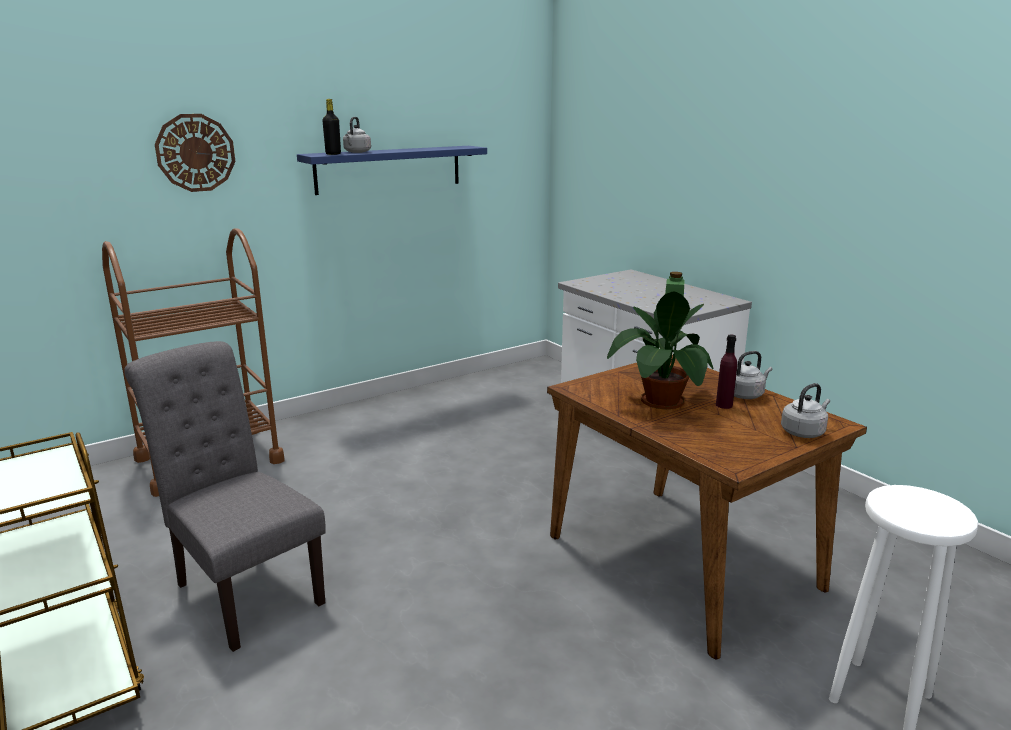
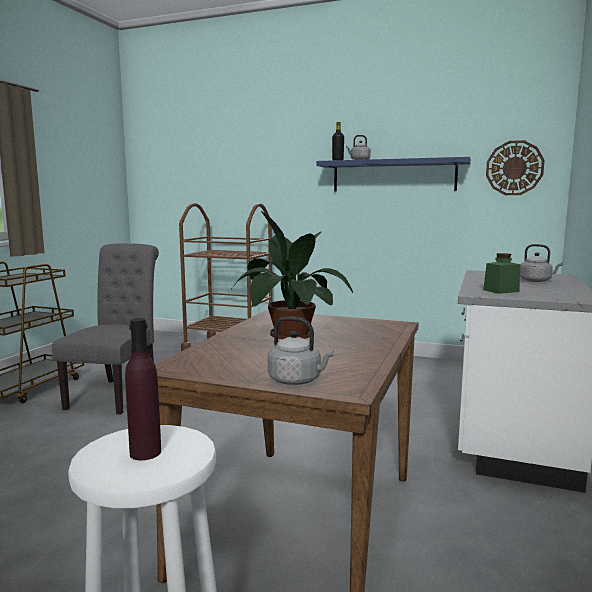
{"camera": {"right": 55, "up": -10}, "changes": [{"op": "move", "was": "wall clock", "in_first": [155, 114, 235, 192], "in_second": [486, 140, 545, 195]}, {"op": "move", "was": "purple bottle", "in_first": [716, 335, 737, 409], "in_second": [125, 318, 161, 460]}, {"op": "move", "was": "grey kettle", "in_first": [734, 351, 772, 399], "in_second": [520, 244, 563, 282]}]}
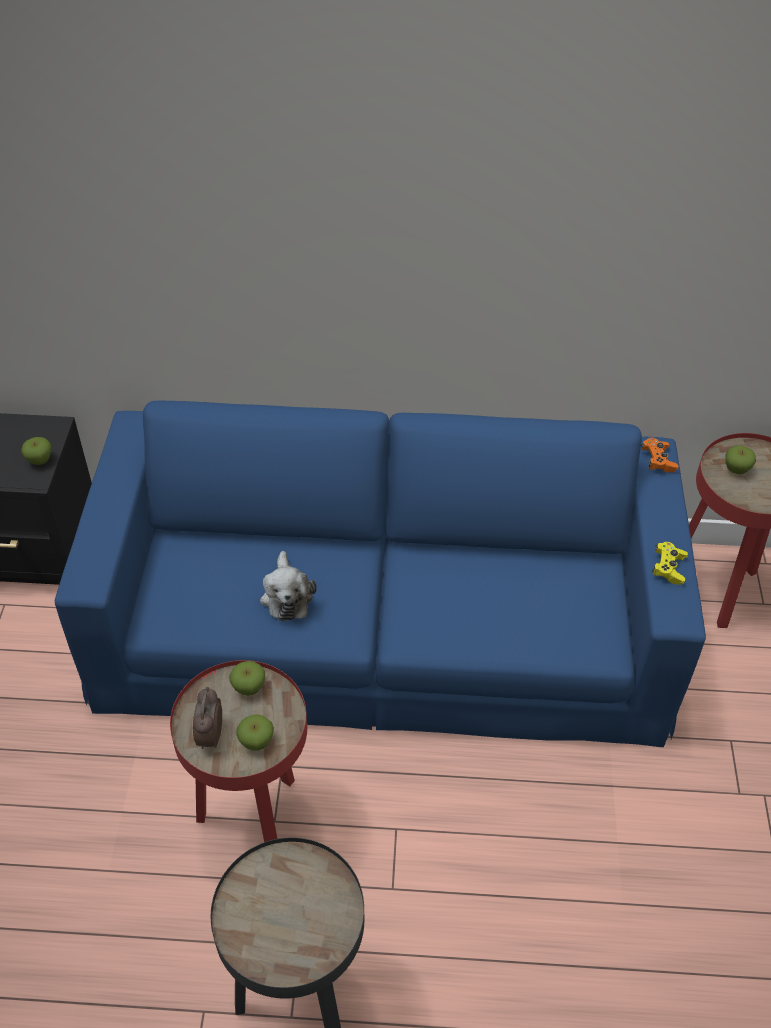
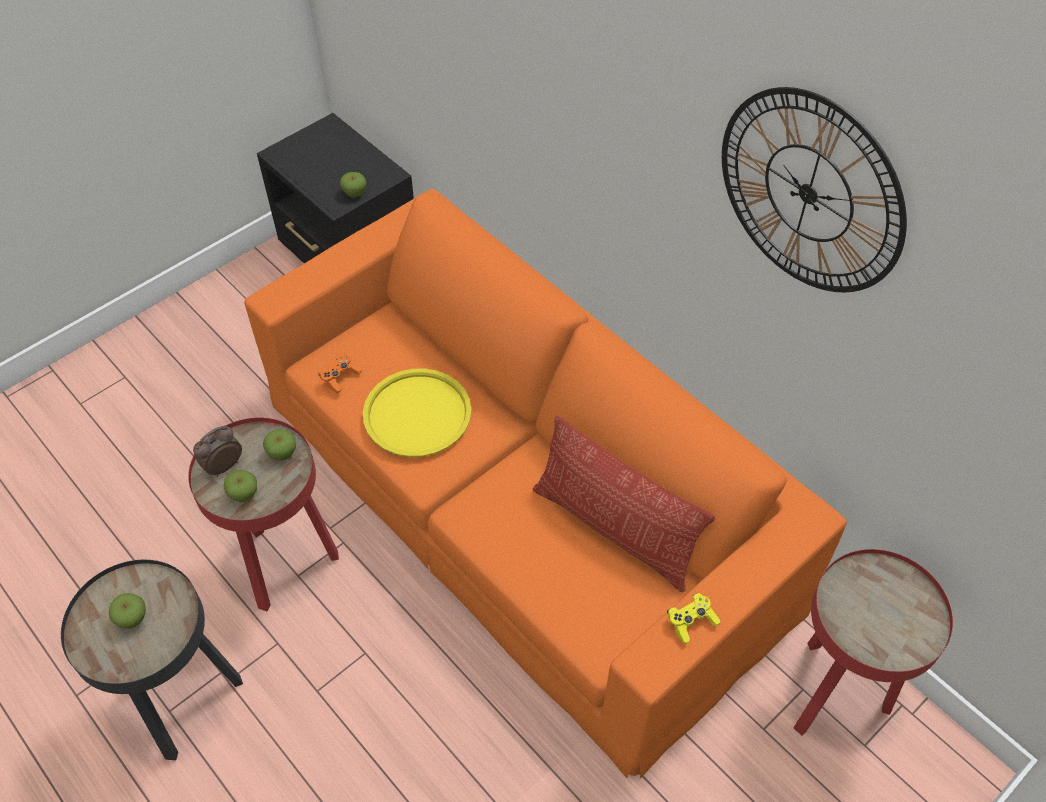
{"camera": {"right": 45, "up": 5}, "changes": [{"op": "recolor", "was": "blue sofa", "now": "orange sofa", "in_first": [55, 400, 706, 747], "in_second": [244, 189, 847, 778]}, {"op": "replace", "was": "plush toy", "now": "yellow tray", "in_first": [260, 551, 317, 621], "in_second": [363, 368, 472, 457]}, {"op": "move", "was": "orange game controller", "in_first": [641, 438, 679, 473], "in_second": [318, 354, 362, 394]}, {"op": "move", "was": "apple", "in_first": [725, 445, 756, 474], "in_second": [109, 593, 146, 628]}, {"op": "insert", "now": "pillow", "in_second": [533, 415, 715, 592]}, {"op": "insert", "now": "wall clock", "in_second": [722, 87, 907, 292]}]}
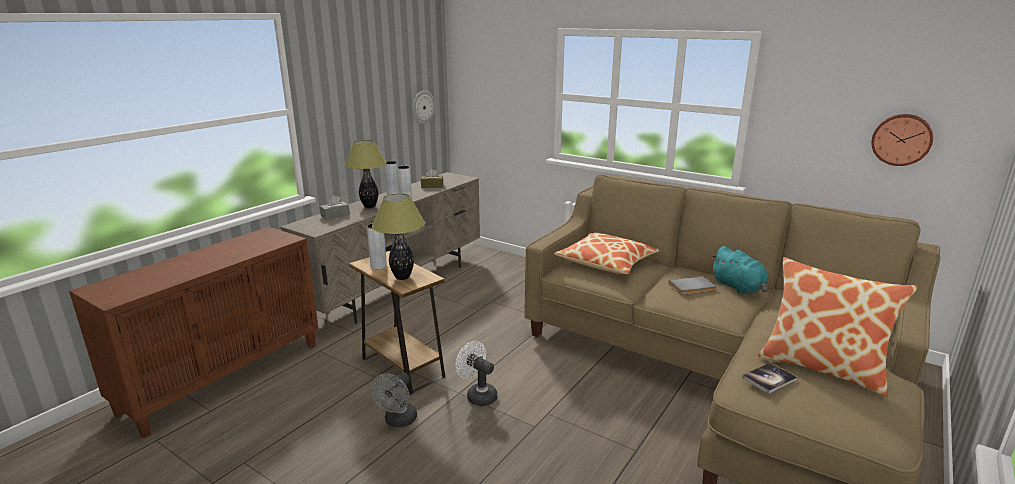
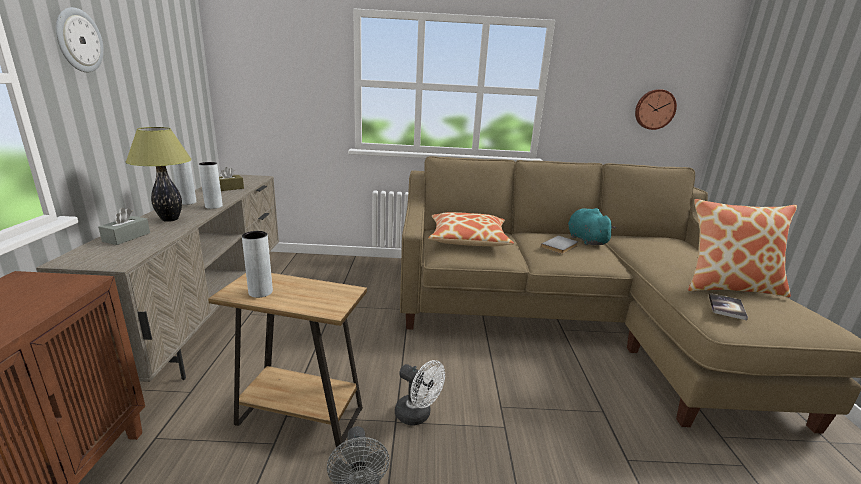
{"camera": {"right": -35, "up": 0}, "changes": [{"op": "delete", "was": "table lamp", "in_first": [372, 193, 425, 280]}, {"op": "move", "was": "wall clock", "in_first": [412, 90, 435, 124], "in_second": [56, 7, 104, 72]}, {"op": "rotate", "was": "white fan", "in_first": [455, 341, 498, 406], "in_second": [395, 360, 445, 425], "clockwise": -150}, {"op": "rotate", "was": "turquoise plush toy", "in_first": [711, 246, 768, 294], "in_second": [568, 208, 616, 245], "clockwise": -135}]}
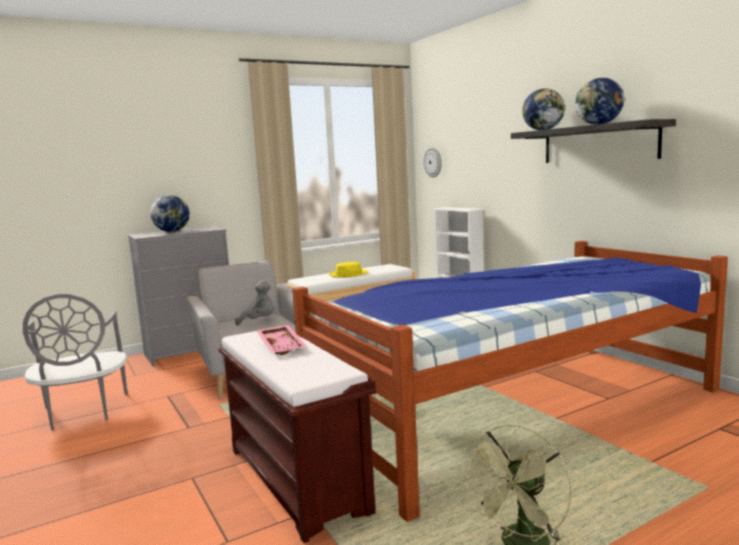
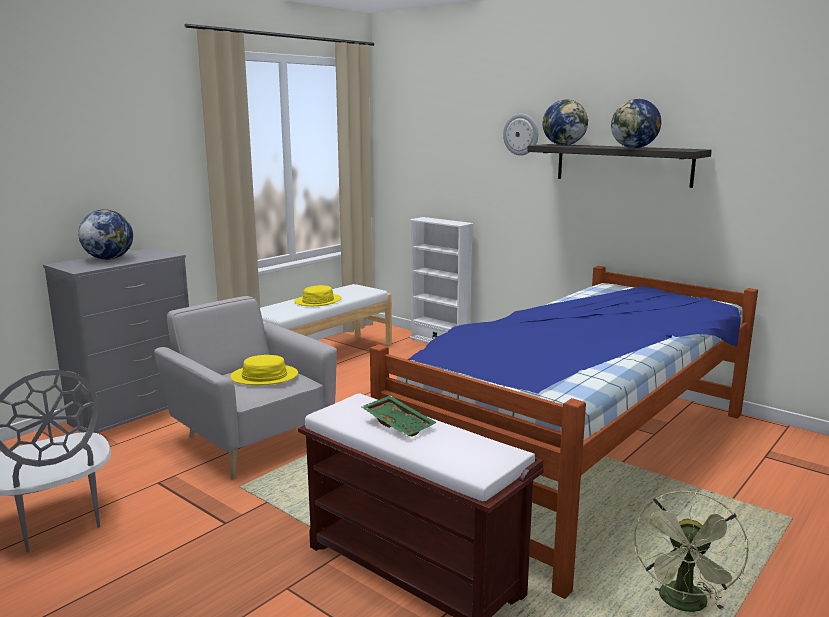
{"camera": {"right": -20, "up": 5}, "changes": [{"op": "replace", "was": "grey plush toy", "now": "yellow hat", "in_first": [235, 280, 274, 326], "in_second": [230, 355, 298, 385]}, {"op": "recolor", "was": "pink tray", "now": "green tray", "in_first": [256, 325, 307, 355], "in_second": [361, 395, 437, 437]}, {"op": "move", "was": "wall clock", "in_first": [423, 147, 442, 178], "in_second": [503, 114, 538, 156]}]}
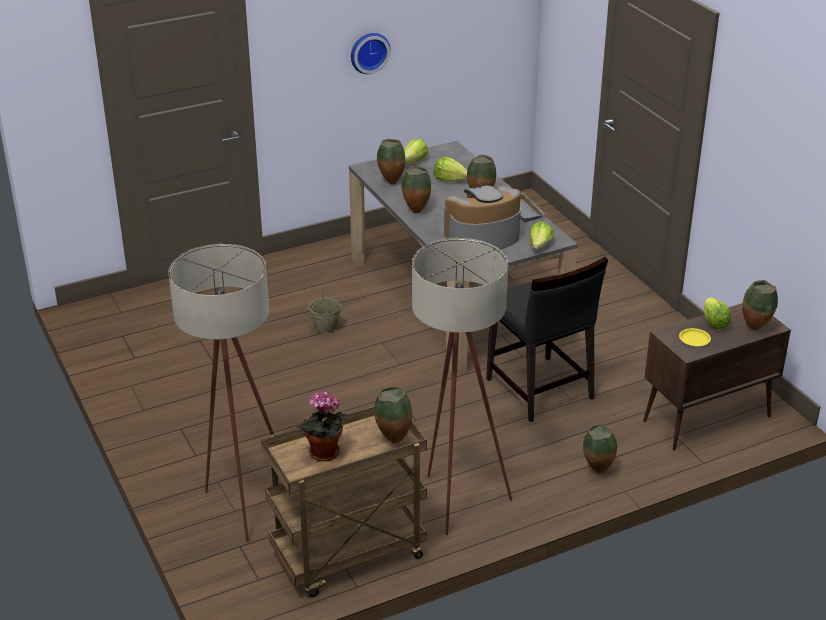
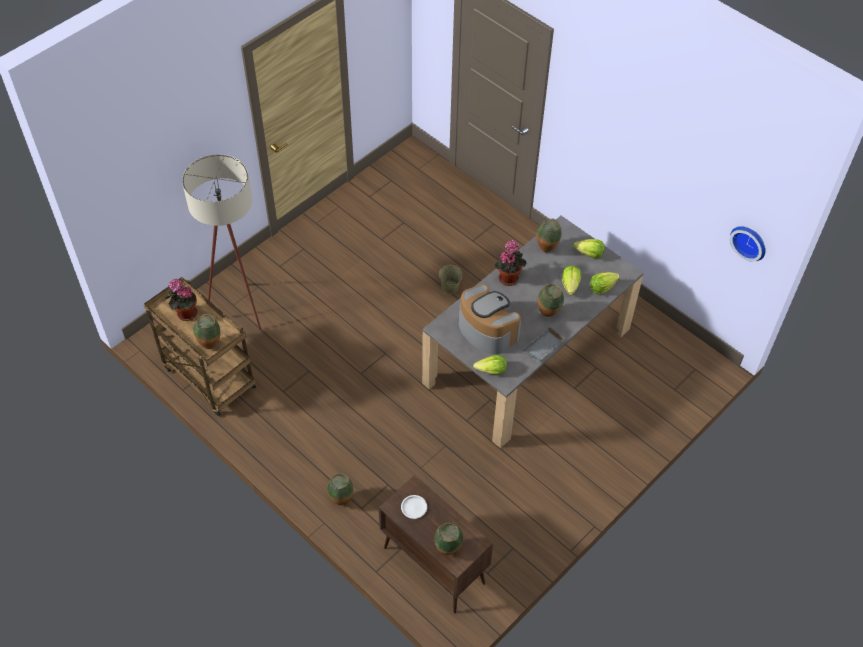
{"camera": {"right": 70, "up": 20}, "changes": [{"op": "move", "was": "wall clock", "in_first": [351, 33, 390, 74], "in_second": [730, 226, 766, 262]}, {"op": "replace", "was": "vase", "now": "potted plant", "in_first": [402, 166, 431, 213], "in_second": [494, 240, 526, 286]}, {"op": "delete", "was": "beige floor lamp", "in_first": [412, 238, 512, 535]}, {"op": "delete", "was": "black chair", "in_first": [486, 257, 608, 422]}, {"op": "recolor", "was": "yellow plate", "now": "white plate", "in_first": [679, 328, 711, 346], "in_second": [401, 495, 427, 519]}, {"op": "move", "was": "lettuce", "in_first": [704, 297, 731, 329], "in_second": [590, 272, 620, 294]}]}
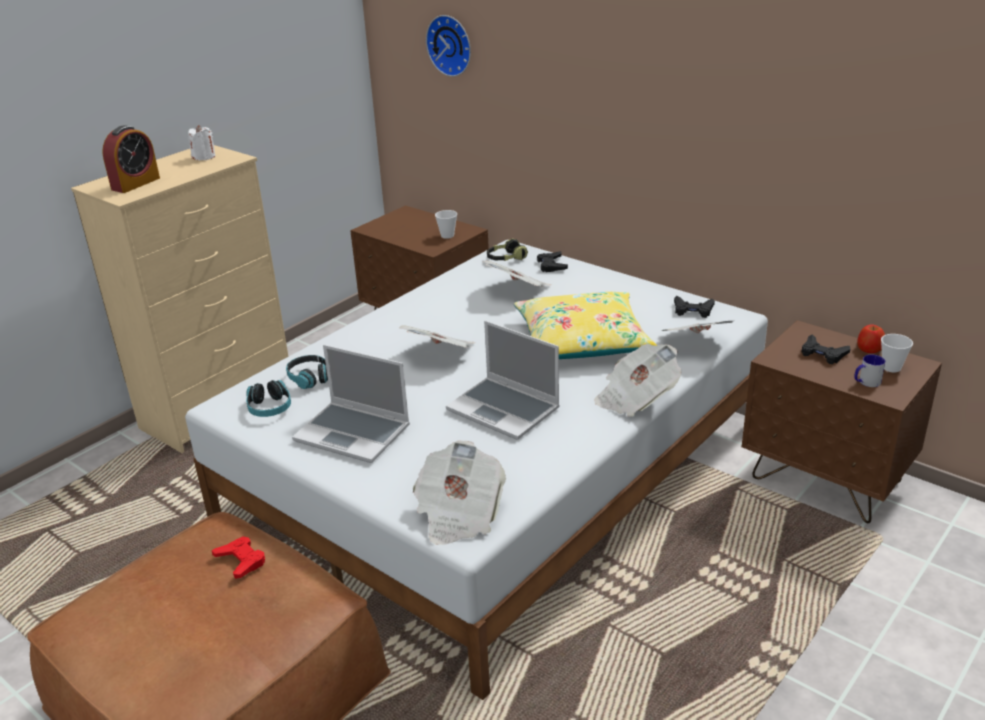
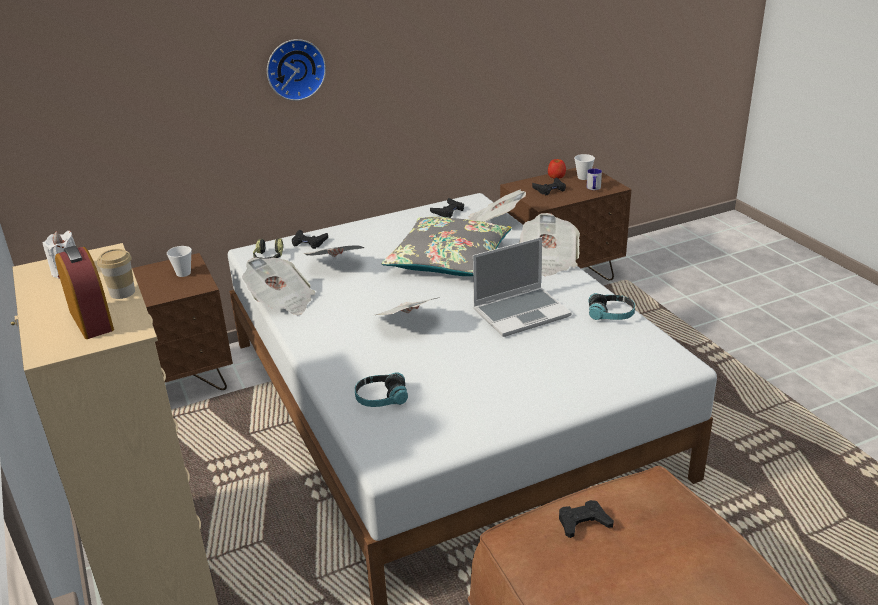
{"camera": {"right": -65, "up": 0}, "changes": [{"op": "recolor", "was": "red game controller", "now": "black game controller", "in_first": [212, 536, 265, 579], "in_second": [559, 500, 614, 538]}, {"op": "move", "was": "headphones", "in_first": [246, 380, 291, 417], "in_second": [588, 293, 635, 320]}, {"op": "delete", "was": "laptop", "in_first": [292, 345, 410, 463]}, {"op": "move", "was": "newspaper", "in_first": [413, 441, 506, 545], "in_second": [242, 257, 315, 315]}, {"op": "move", "was": "wall clock", "in_first": [426, 15, 471, 77], "in_second": [267, 39, 326, 101]}, {"op": "recolor", "was": "yellow pillow", "now": "grey pillow", "in_first": [514, 292, 657, 359], "in_second": [381, 217, 511, 276]}, {"op": "insert", "now": "cup", "in_second": [97, 249, 135, 299]}]}
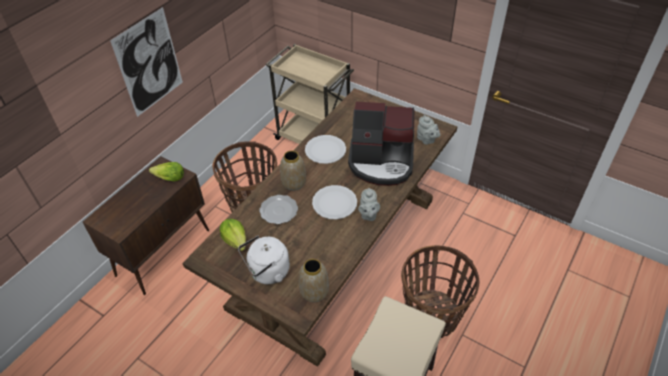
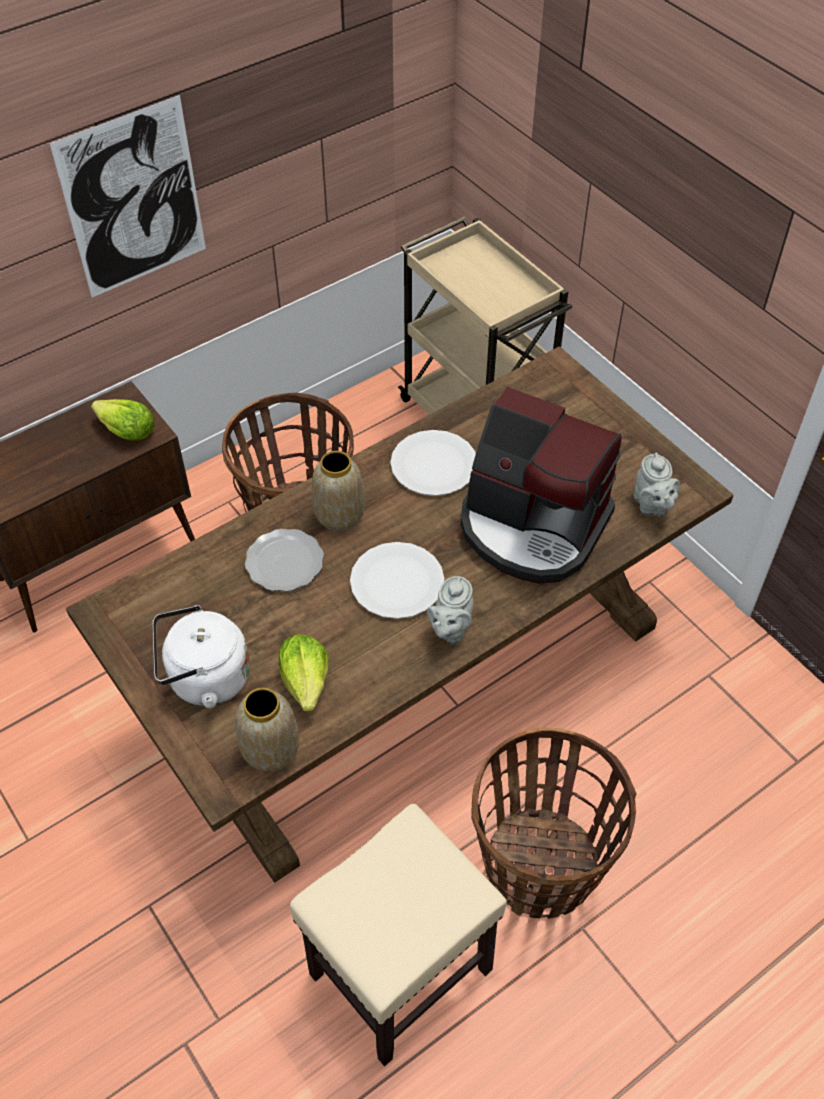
{"camera": {"right": 20, "up": 5}, "changes": [{"op": "move", "was": "lettuce", "in_first": [220, 219, 246, 251], "in_second": [279, 634, 328, 712]}]}
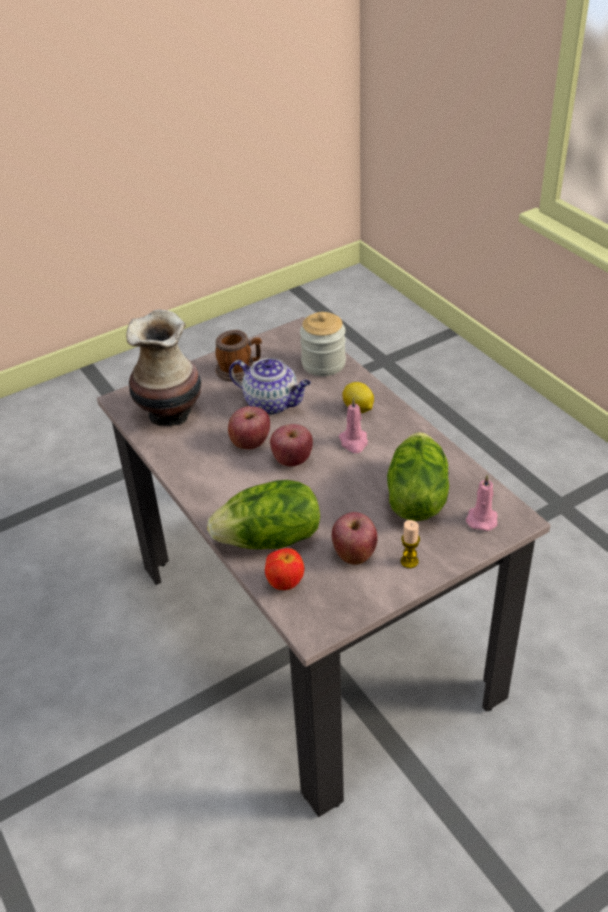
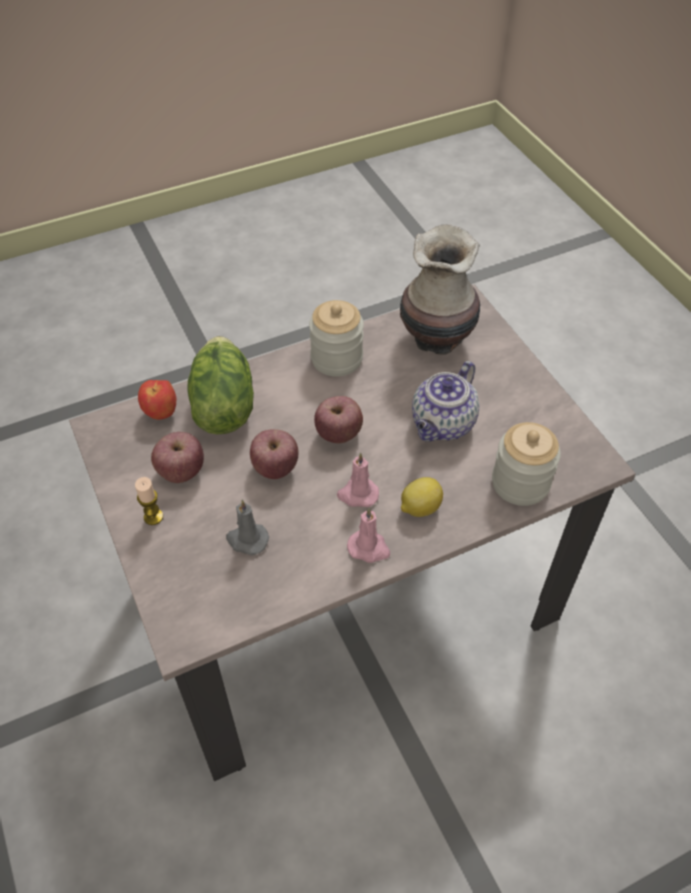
{"camera": {"right": 95, "up": 10}, "changes": [{"op": "delete", "was": "mug", "in_first": [215, 330, 262, 382]}, {"op": "move", "was": "apple", "in_first": [228, 406, 270, 449], "in_second": [250, 429, 298, 479]}, {"op": "replace", "was": "lettuce", "now": "grey candle", "in_first": [387, 432, 449, 521], "in_second": [226, 500, 269, 555]}, {"op": "move", "was": "pink candle", "in_first": [466, 474, 498, 531], "in_second": [347, 508, 390, 563]}, {"op": "insert", "now": "jar", "in_second": [309, 300, 364, 376]}]}
